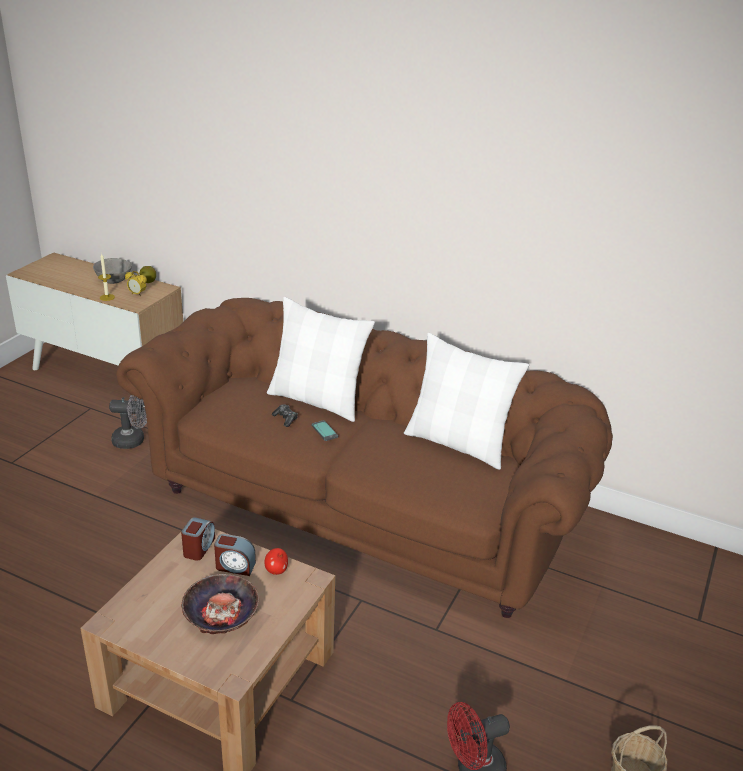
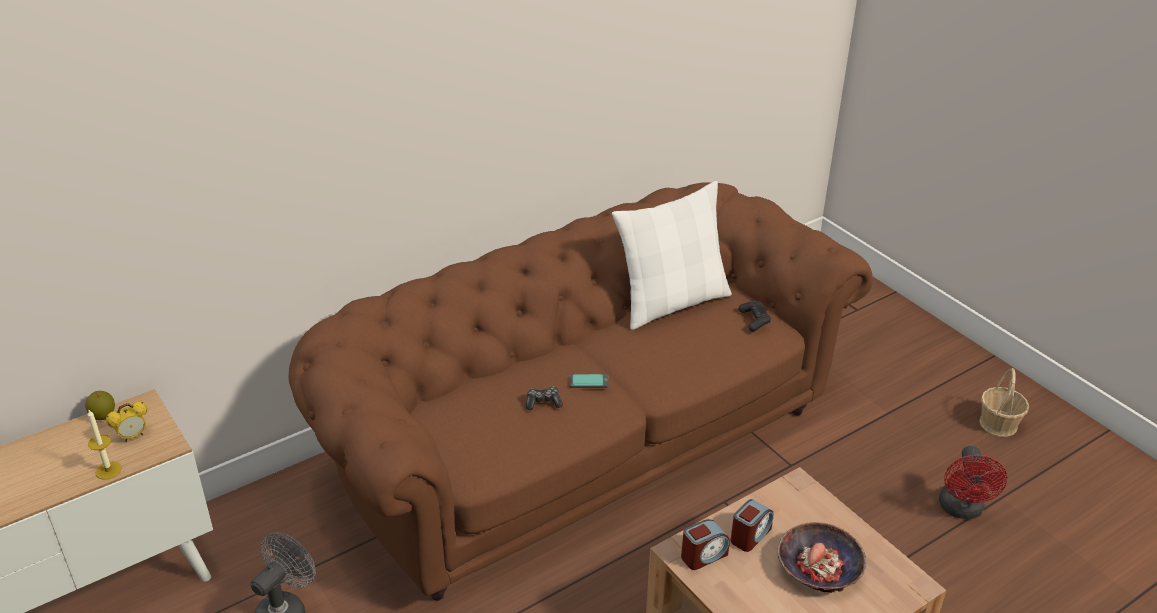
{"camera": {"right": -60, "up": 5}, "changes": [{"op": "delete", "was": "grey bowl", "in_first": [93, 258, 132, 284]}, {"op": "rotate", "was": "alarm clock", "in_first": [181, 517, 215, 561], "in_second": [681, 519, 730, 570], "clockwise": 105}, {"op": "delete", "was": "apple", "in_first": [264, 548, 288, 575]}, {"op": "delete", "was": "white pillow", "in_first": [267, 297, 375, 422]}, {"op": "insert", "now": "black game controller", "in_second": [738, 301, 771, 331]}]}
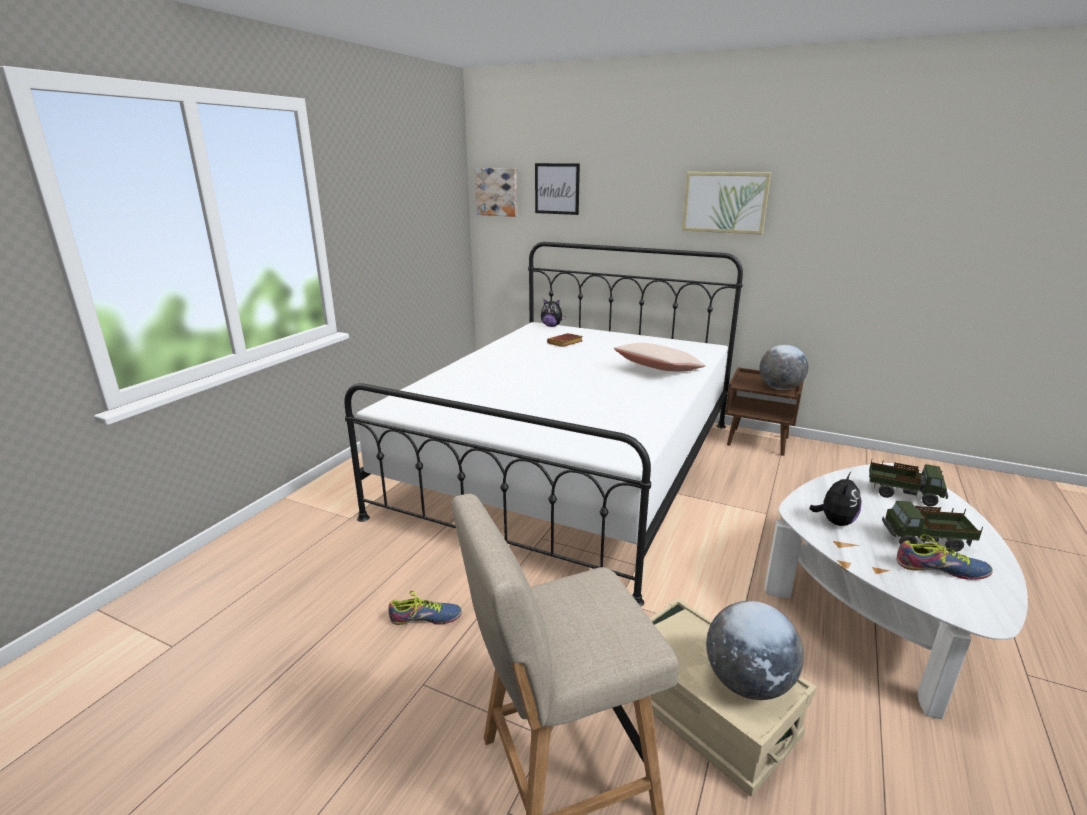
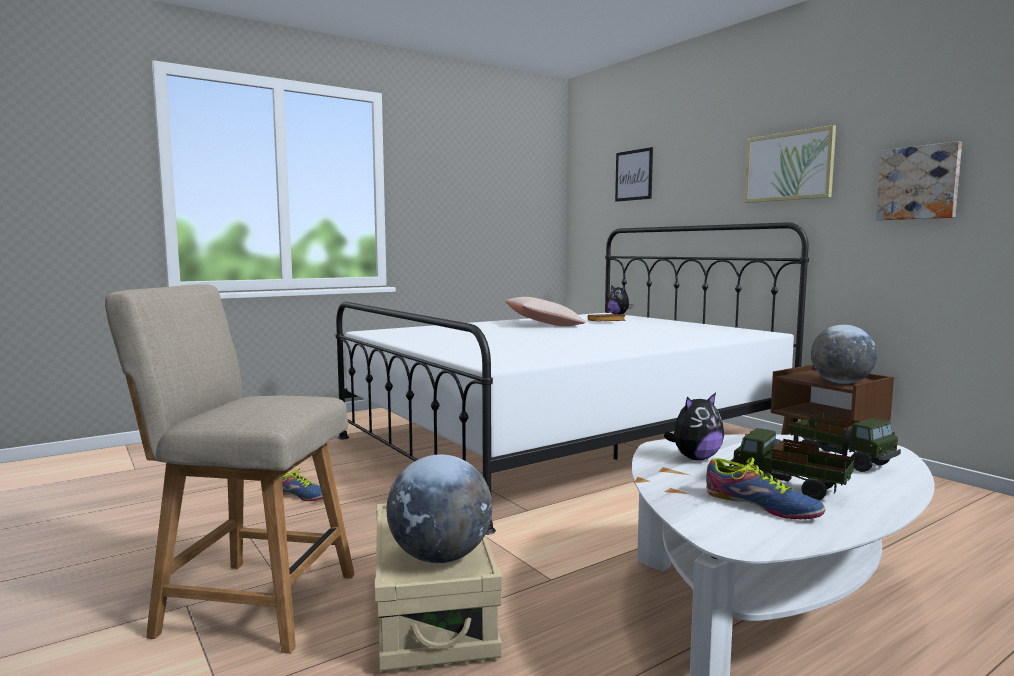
{"camera": {"right": 30, "up": -15}, "changes": [{"op": "move", "was": "picture", "in_first": [475, 168, 517, 217], "in_second": [876, 141, 962, 220]}, {"op": "move", "was": "beige pillow", "in_first": [613, 343, 706, 372], "in_second": [505, 297, 586, 326]}]}
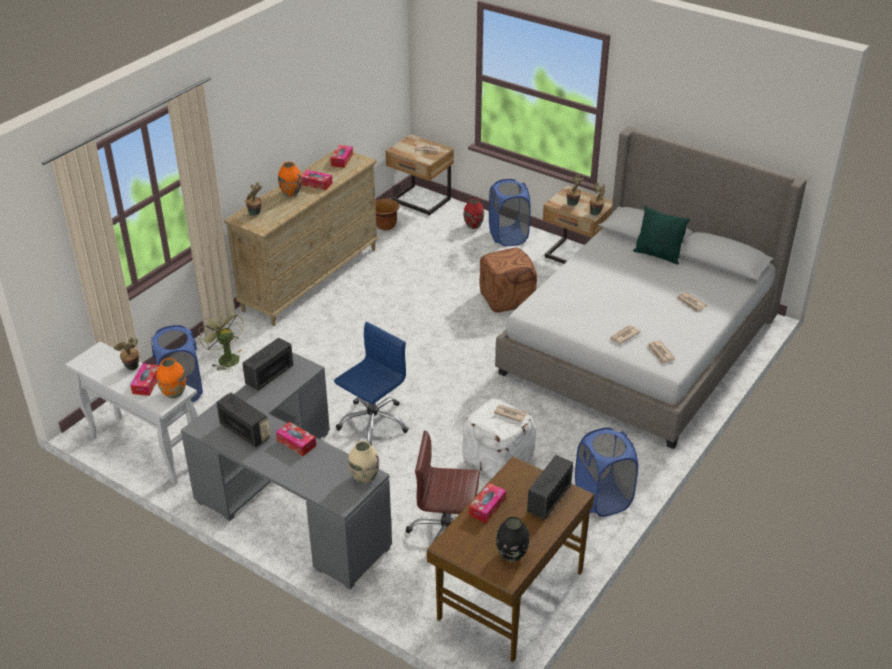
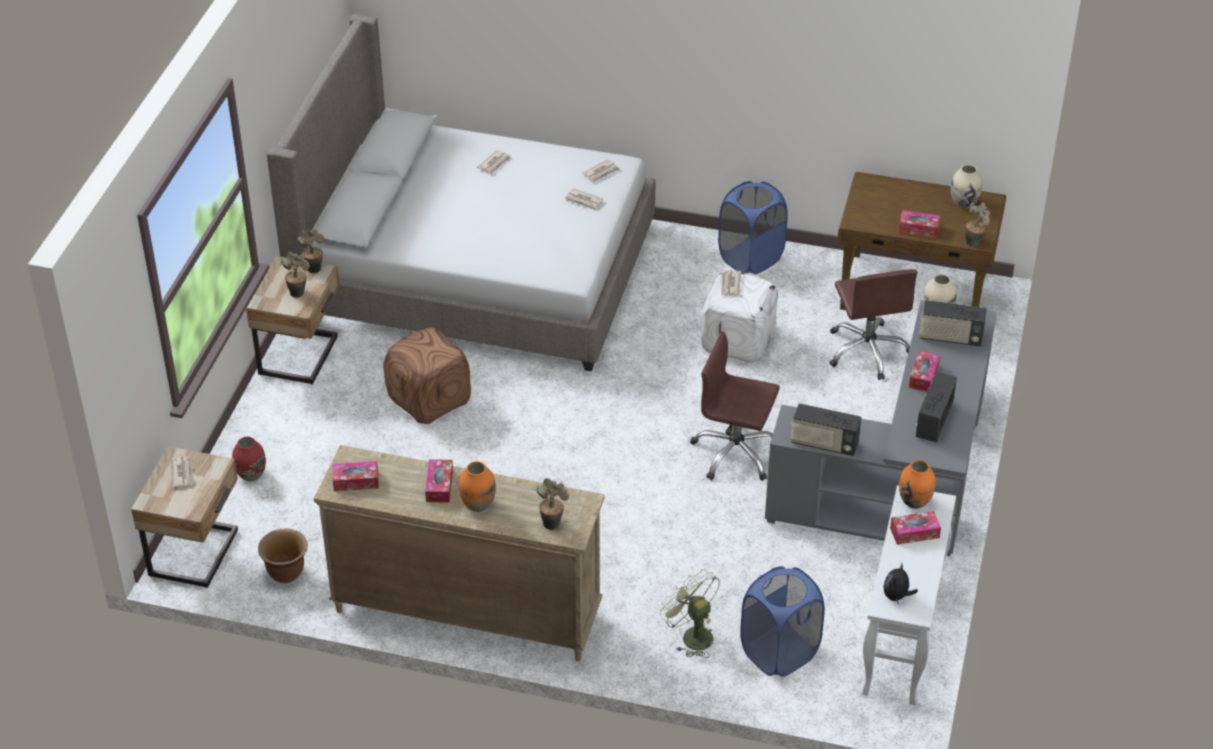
{"camera": {"right": -110, "up": 5}, "changes": [{"op": "move", "was": "potted plant", "in_first": [114, 337, 139, 371], "in_second": [965, 202, 990, 247]}, {"op": "rotate", "was": "green fan", "in_first": [198, 311, 244, 372], "in_second": [660, 569, 720, 658], "clockwise": 105}, {"op": "recolor", "was": "blue office chair", "now": "brown office chair", "in_first": [334, 322, 409, 445], "in_second": [690, 331, 780, 481]}, {"op": "delete", "was": "blue laundry basket", "in_first": [489, 179, 531, 246]}, {"op": "recolor", "was": "black vase", "now": "beige vase", "in_first": [496, 517, 529, 562], "in_second": [951, 164, 982, 209]}, {"op": "move", "was": "radio", "in_first": [527, 455, 573, 520], "in_second": [919, 300, 986, 346]}, {"op": "delete", "was": "green pillow", "in_first": [633, 205, 690, 264]}, {"op": "insert", "now": "plush toy", "in_second": [883, 563, 918, 603]}]}
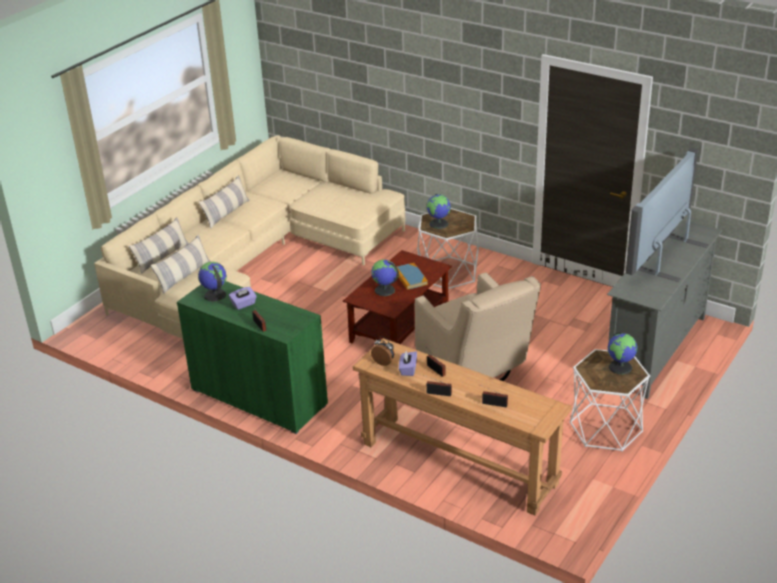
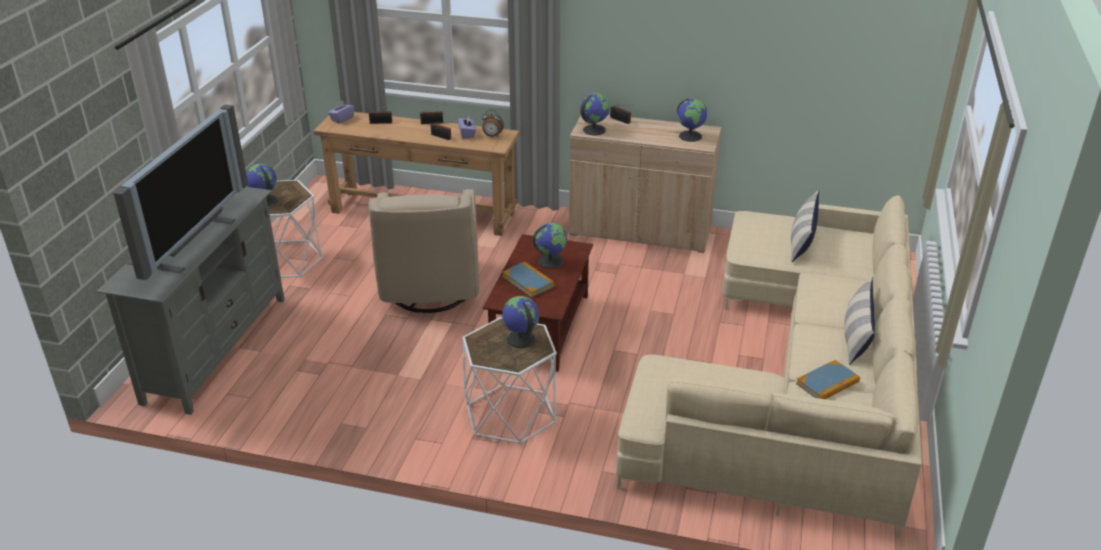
{"camera": {"right": 160, "up": 0}, "changes": [{"op": "delete", "was": "pillow", "in_first": [129, 218, 189, 274]}, {"op": "recolor", "was": "green cabinet", "now": "beige cabinet", "in_first": [177, 281, 328, 434], "in_second": [569, 115, 721, 253]}, {"op": "move", "was": "purple tissue box", "in_first": [229, 287, 257, 310], "in_second": [328, 100, 355, 123]}, {"op": "rotate", "was": "beige armchair", "in_first": [415, 272, 541, 381], "in_second": [368, 189, 479, 313], "clockwise": -135}, {"op": "insert", "now": "globe", "in_second": [580, 93, 610, 135]}, {"op": "insert", "now": "book", "in_second": [796, 360, 860, 399]}]}
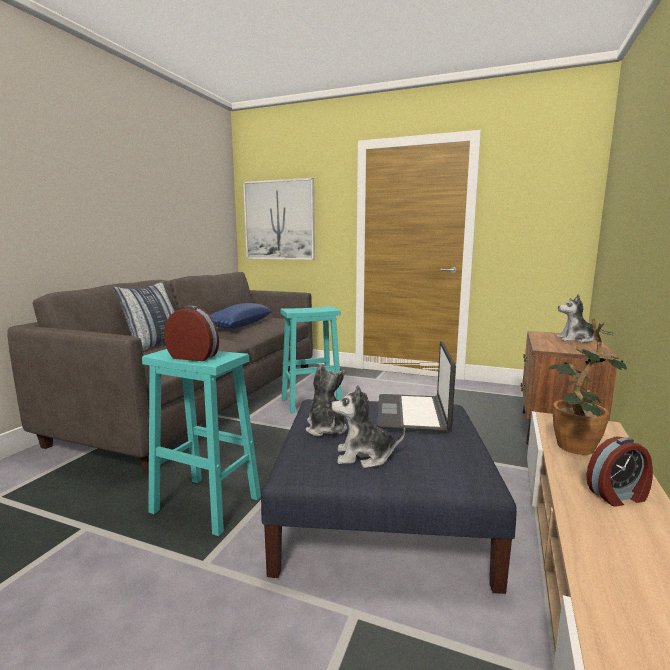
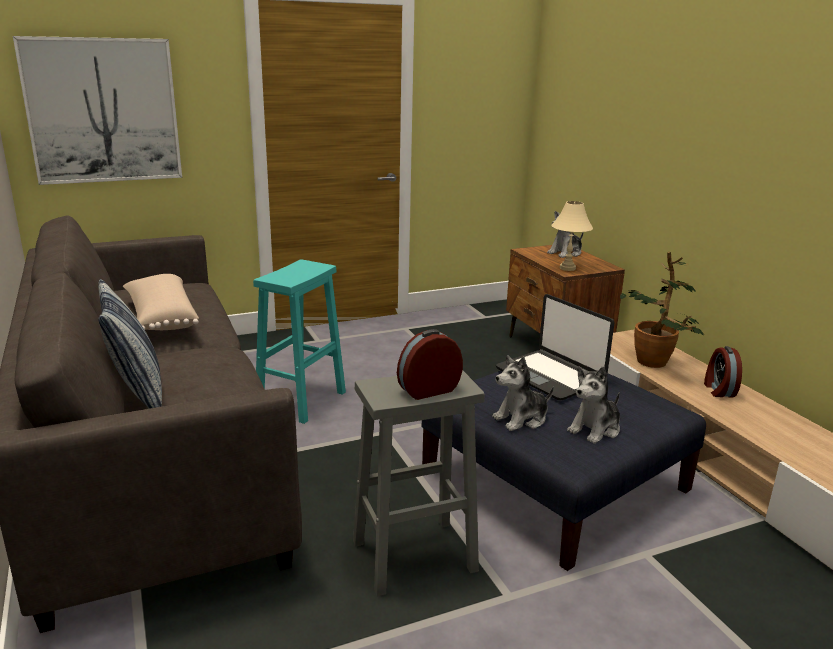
{"camera": {"right": -45, "up": 10}, "changes": [{"op": "recolor", "was": "turquoise stool", "now": "grey stool", "in_first": [142, 349, 261, 536], "in_second": [353, 371, 485, 597]}, {"op": "recolor", "was": "blue pillow", "now": "beige pillow", "in_first": [210, 303, 272, 329], "in_second": [123, 274, 199, 330]}, {"op": "rotate", "was": "plush toy", "in_first": [306, 363, 347, 436], "in_second": [492, 355, 554, 431], "clockwise": -60}, {"op": "rotate", "was": "alarm clock", "in_first": [586, 437, 653, 507], "in_second": [704, 346, 742, 398], "clockwise": 150}, {"op": "insert", "now": "beige table lamp", "in_second": [551, 201, 593, 271]}]}
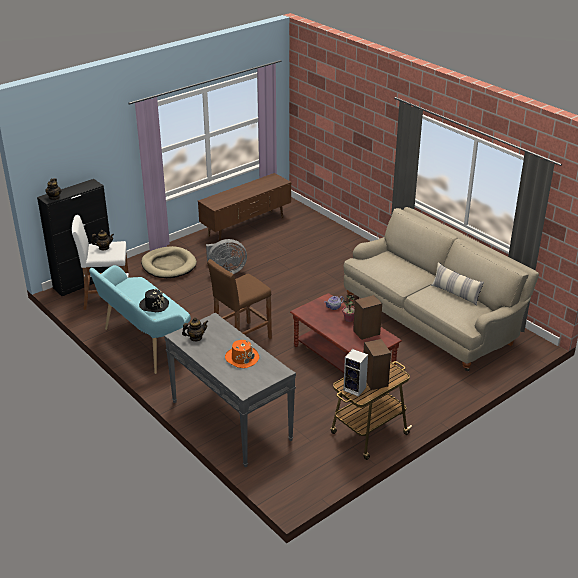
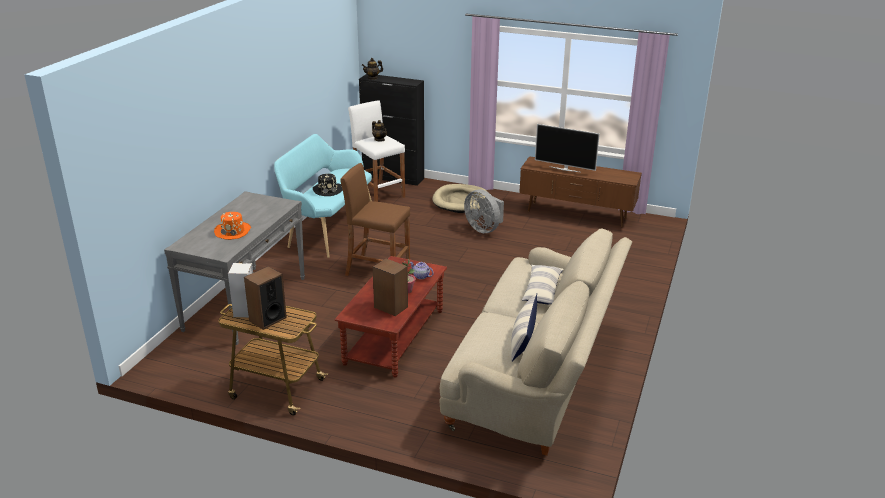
{"camera": {"right": 60, "up": -5}, "changes": [{"op": "delete", "was": "teapot", "in_first": [182, 318, 208, 341]}, {"op": "insert", "now": "pillow", "in_second": [522, 265, 564, 304]}, {"op": "insert", "now": "television", "in_second": [535, 124, 600, 172]}]}
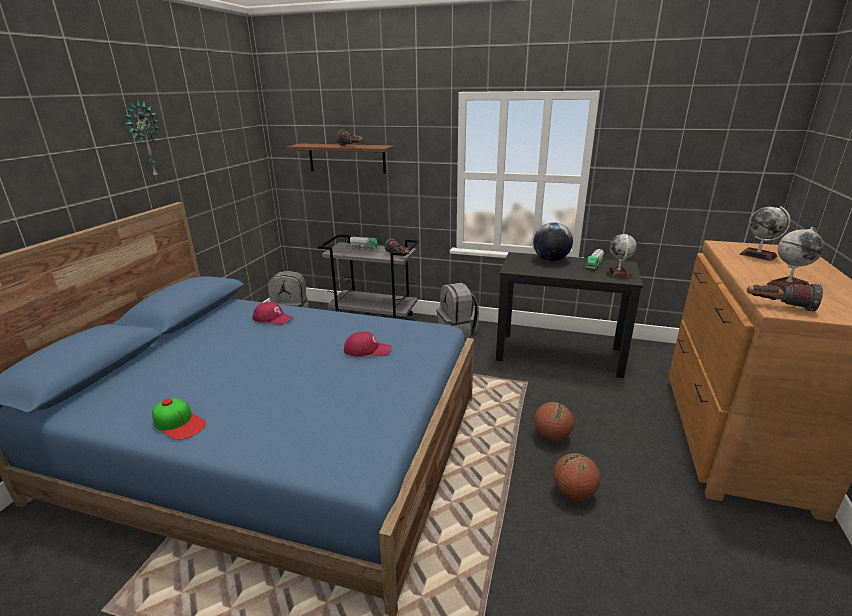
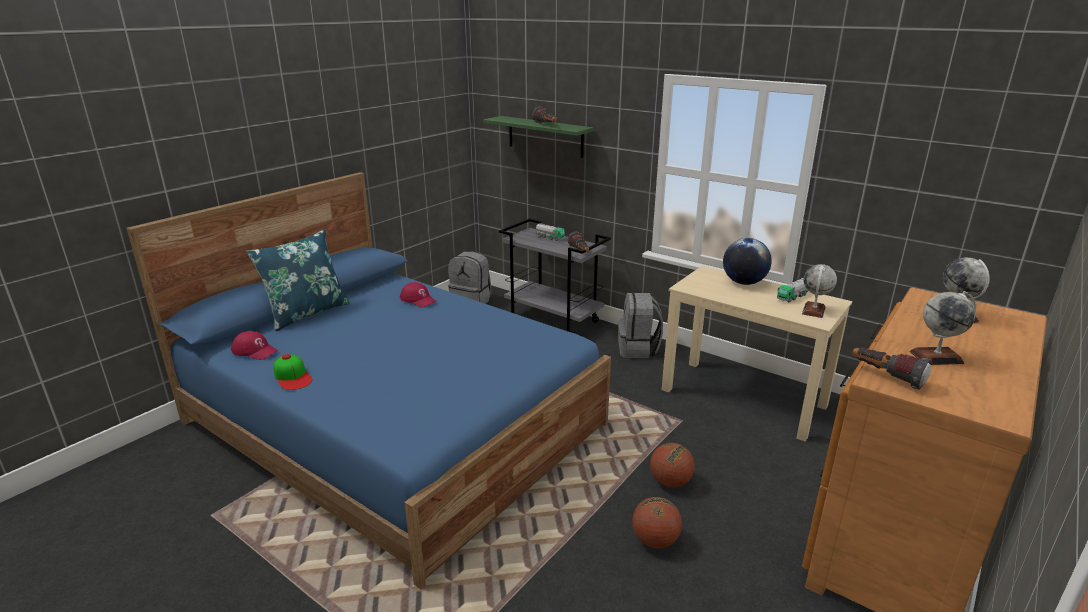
{"camera": {"right": 20, "up": 0}, "changes": [{"op": "delete", "was": "wall clock", "in_first": [124, 100, 160, 179]}, {"op": "recolor", "was": "brown shelf", "now": "green shelf", "in_first": [287, 144, 395, 174], "in_second": [483, 116, 594, 158]}, {"op": "move", "was": "red cap", "in_first": [344, 332, 392, 357], "in_second": [231, 331, 278, 360]}, {"op": "recolor", "was": "black desk", "now": "beige desk", "in_first": [496, 252, 643, 378], "in_second": [662, 266, 852, 442]}, {"op": "insert", "now": "blue pillow", "in_second": [246, 230, 350, 331]}]}
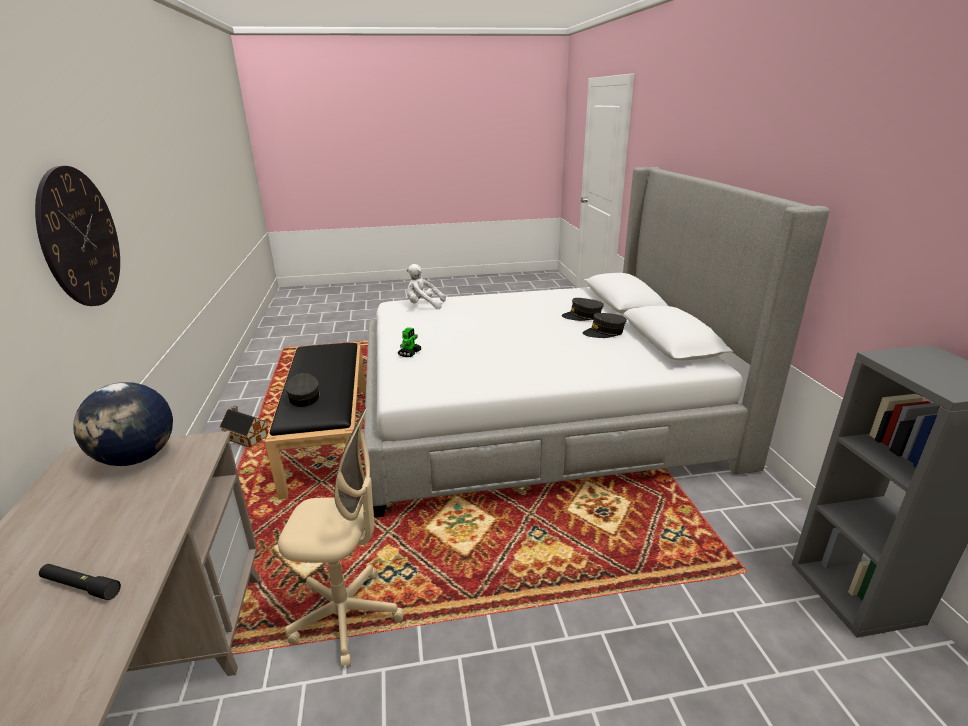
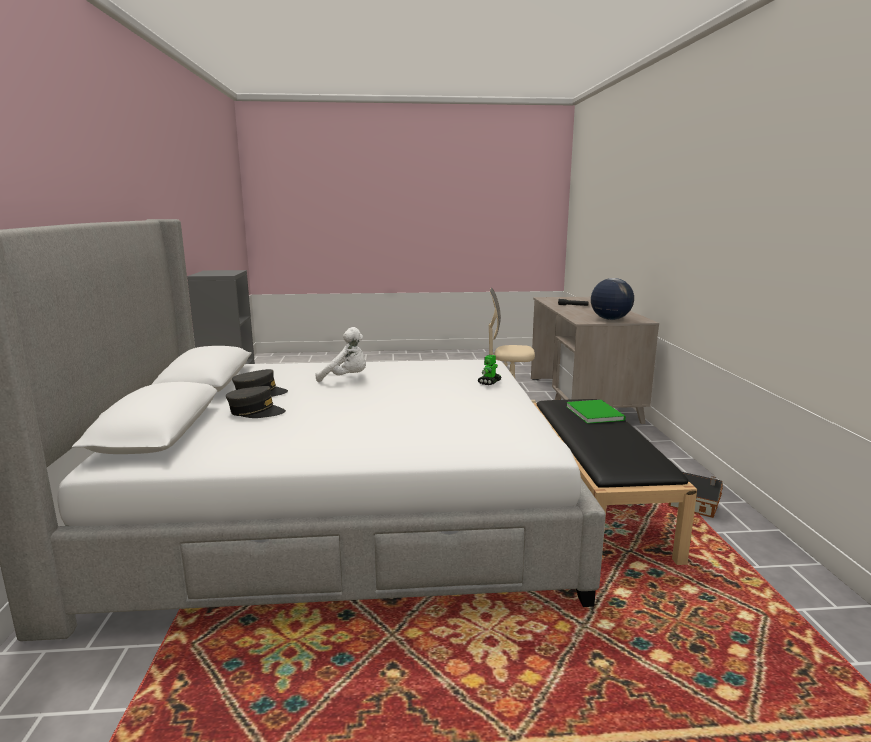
{"camera": {"right": -175, "up": -10}, "changes": [{"op": "delete", "was": "wall clock", "in_first": [35, 166, 120, 306]}, {"op": "replace", "was": "grey cap", "now": "green book", "in_first": [285, 373, 320, 407], "in_second": [566, 400, 626, 424]}, {"op": "move", "was": "white plush toy", "in_first": [406, 264, 446, 309], "in_second": [316, 327, 366, 382]}]}
